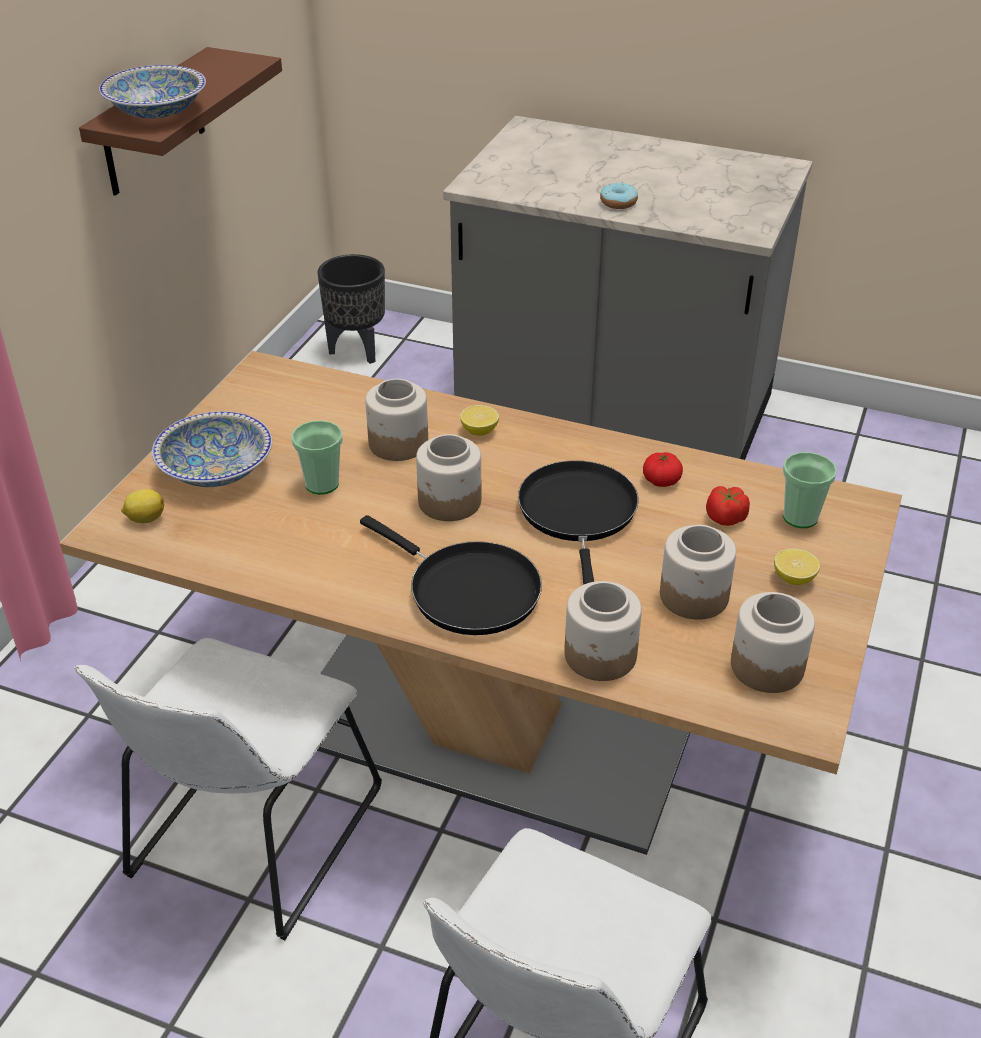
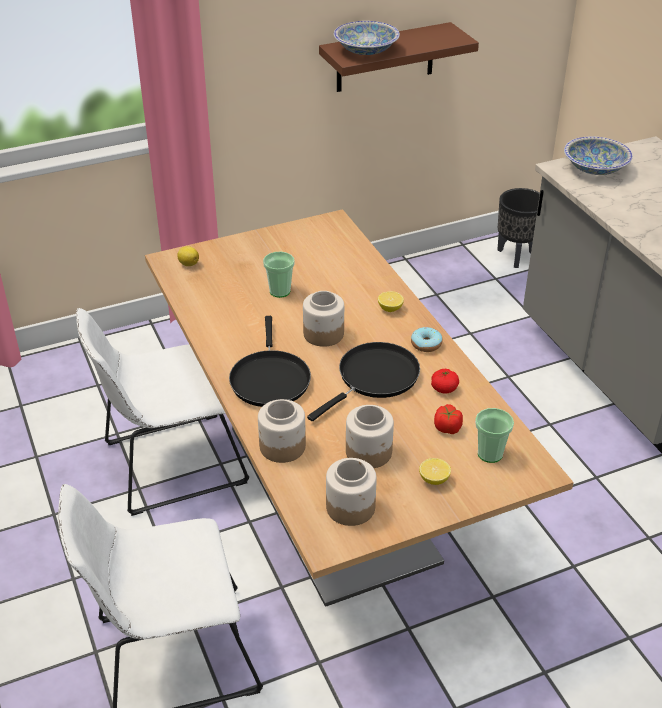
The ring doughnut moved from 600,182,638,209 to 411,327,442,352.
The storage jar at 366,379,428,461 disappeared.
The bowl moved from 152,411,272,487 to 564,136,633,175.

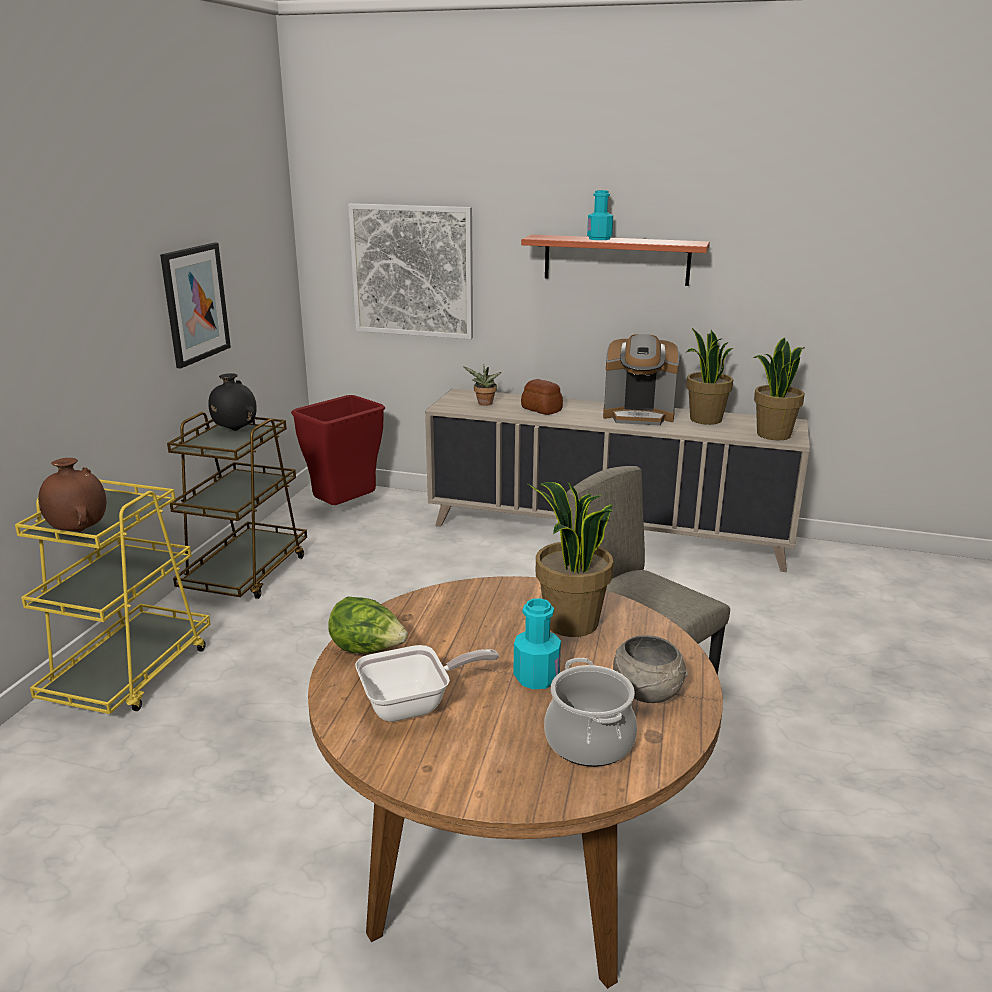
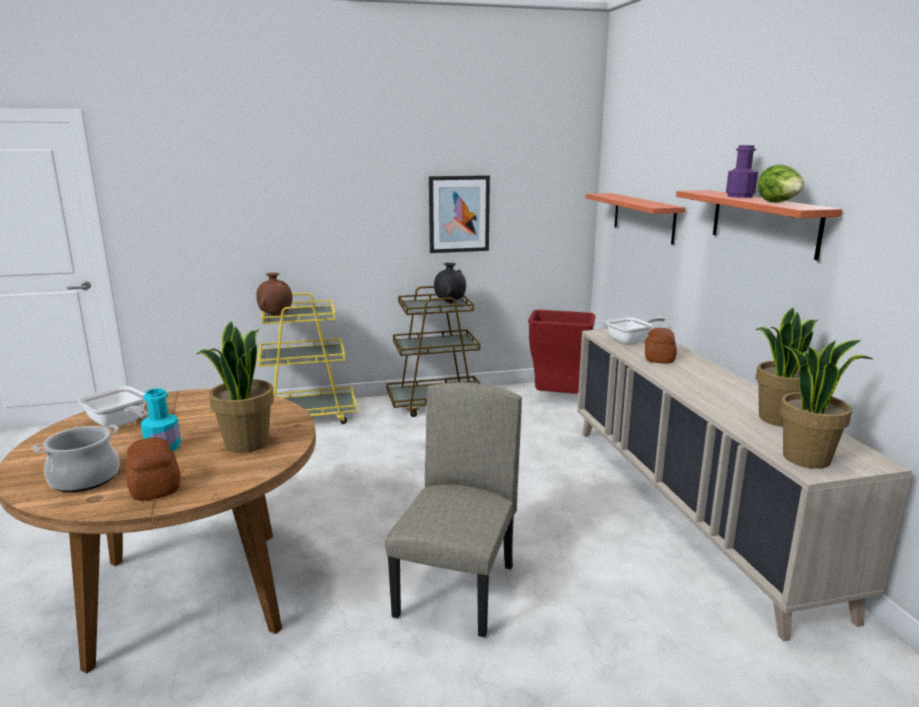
The drink bottle/turquoise at 587,190,613,240 became the drink bottle/purple at 726,145,758,198.
The wall art at 348,203,473,339 was replaced by the wall shelf at 586,193,685,245.
The coffee machine at 603,334,679,426 disappeared.
The plant in a pot at 463,364,501,406 was replaced by the skillet at 606,317,665,344.
The lettuce moved from 328,597,408,653 to 758,164,804,203.
The bowl/greyish at 613,635,688,703 was replaced by the bread at 125,437,180,501.

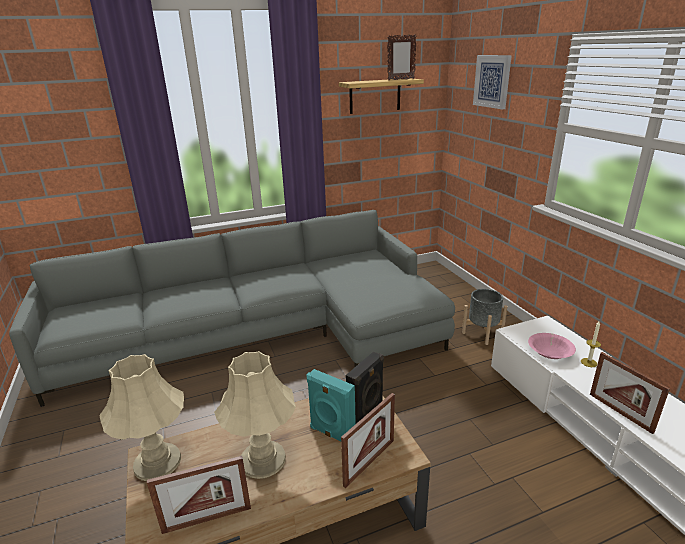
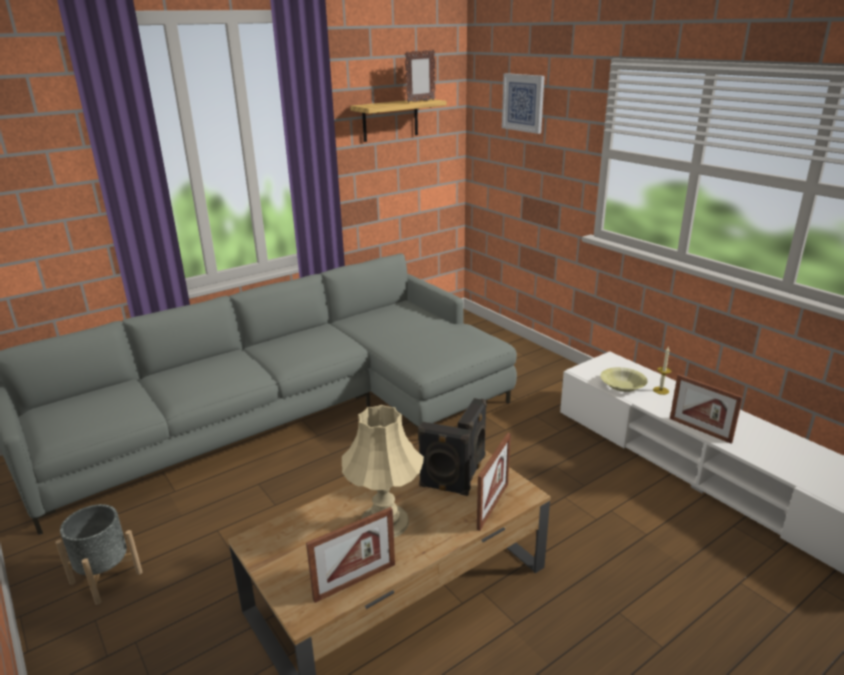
The plant pot/greyish moved from 462,289,508,345 to 55,504,142,605.
The bowl/pink-coloured at 528,333,576,359 became the bowl/yellow at 600,367,648,392.
The tabletop lamp/beige-coloured at 99,354,184,481 disappeared.
The audio speaker/turquoise at 306,369,356,441 became the audio speaker/black-coloured at 418,422,472,496.

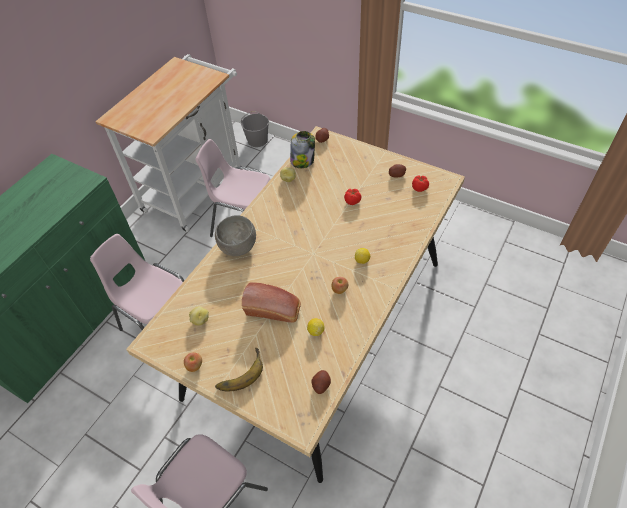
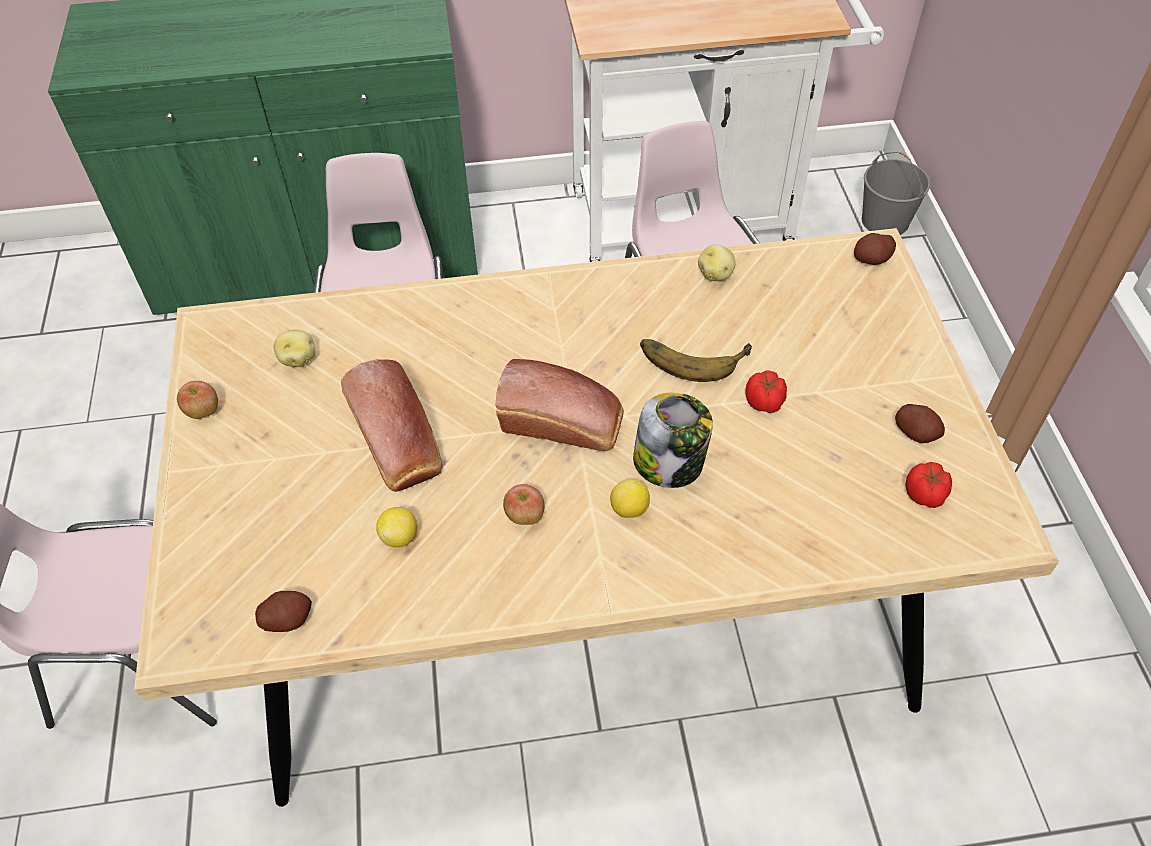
The storage jar moved from 290,131,315,168 to 633,392,713,488.
The bowl/greyish at 215,215,256,256 disappeared.
The whole banana moved from 215,348,263,392 to 640,339,752,382.
The bread at 495,359,624,451 appeared.

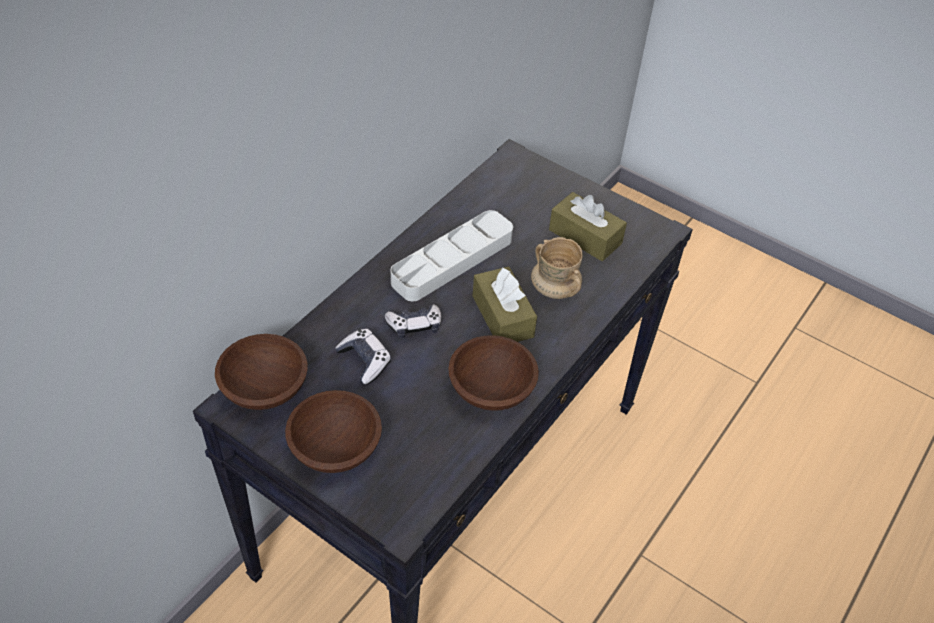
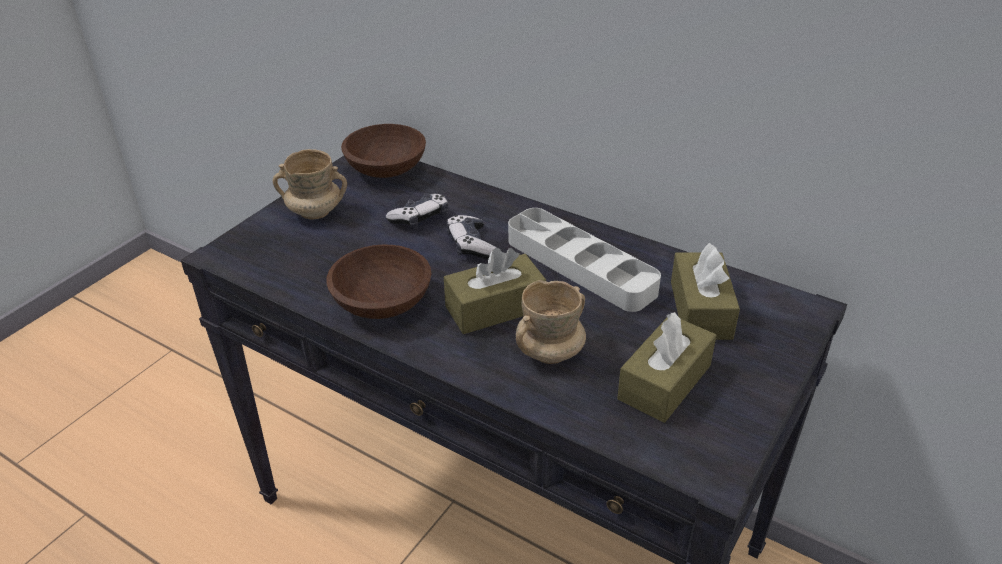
The bowl/brownish at 285,390,382,473 was replaced by the mug/beige-coloured at 273,149,347,219.
The box of tissues/brownish at 671,243,740,340 appeared.

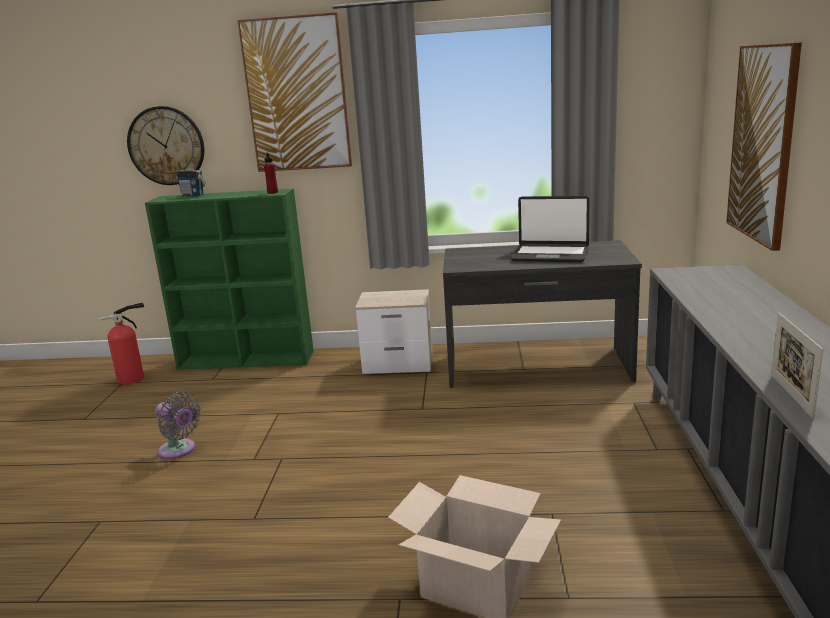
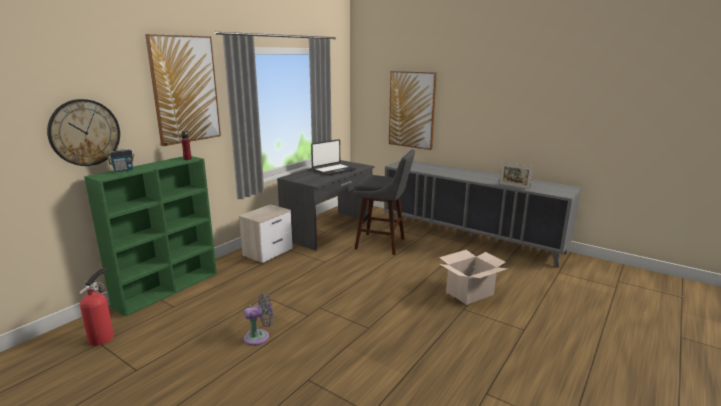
The stool seat/greyish at 353,149,415,255 appeared.

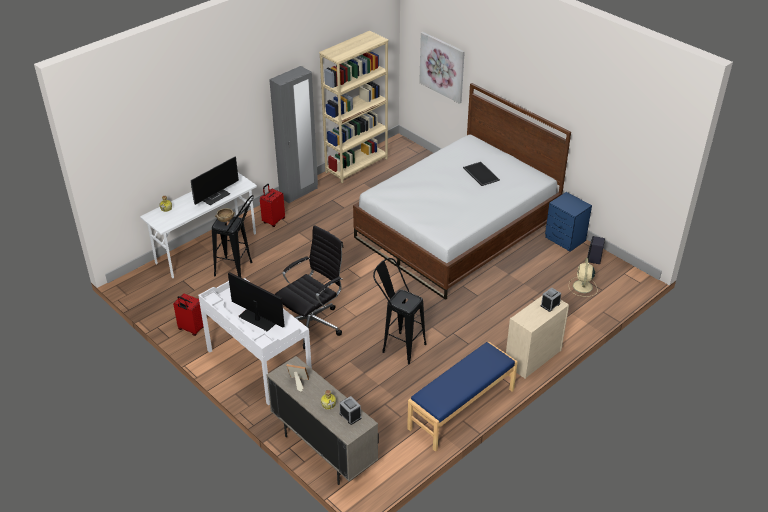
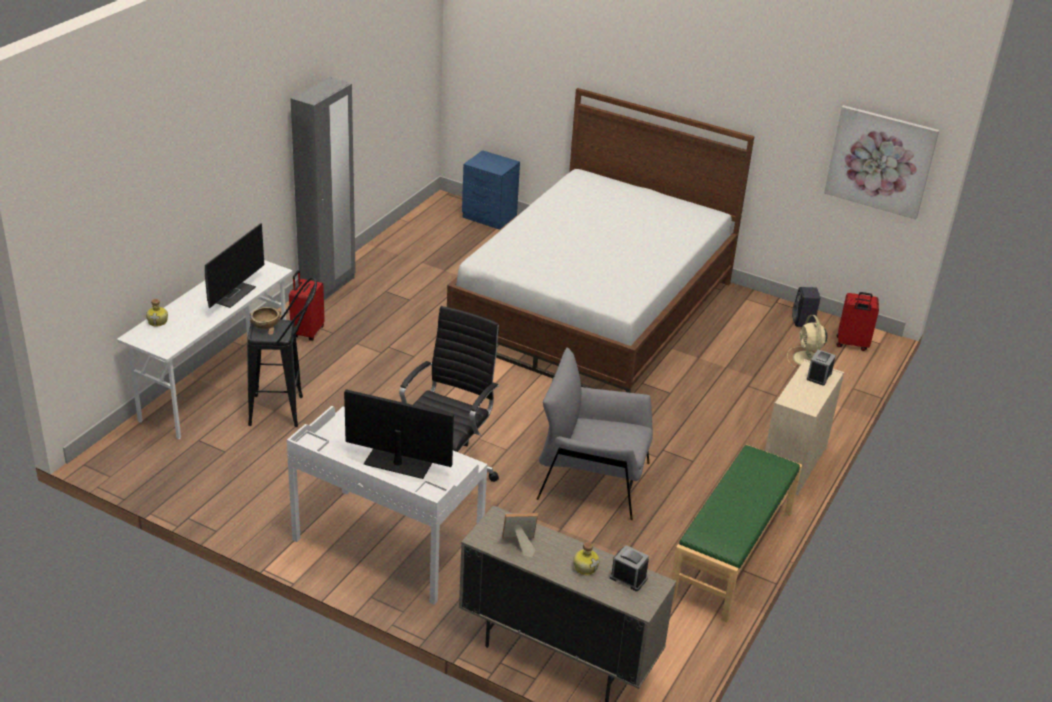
The bookcase/beige-coloured at 319,31,388,183 disappeared.
The wall art moved from 419,32,465,104 to 824,105,939,219.
The tray at 463,162,500,186 disappeared.
The night table/blue-coloured moved from 545,192,592,252 to 462,150,520,230.
The stool seat/black-coloured at 373,258,427,364 was replaced by the lounge chair/greyish at 537,348,653,520.
The piece of luggage/red-coloured moved from 173,294,204,336 to 837,292,879,351.
The long seat/blue-coloured at 407,342,518,452 became the long seat/green-coloured at 671,444,802,622.

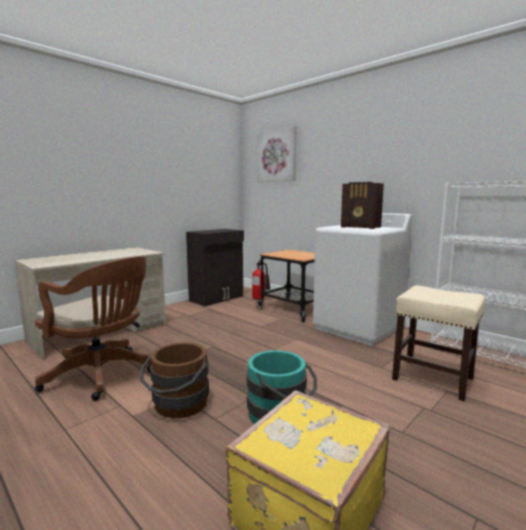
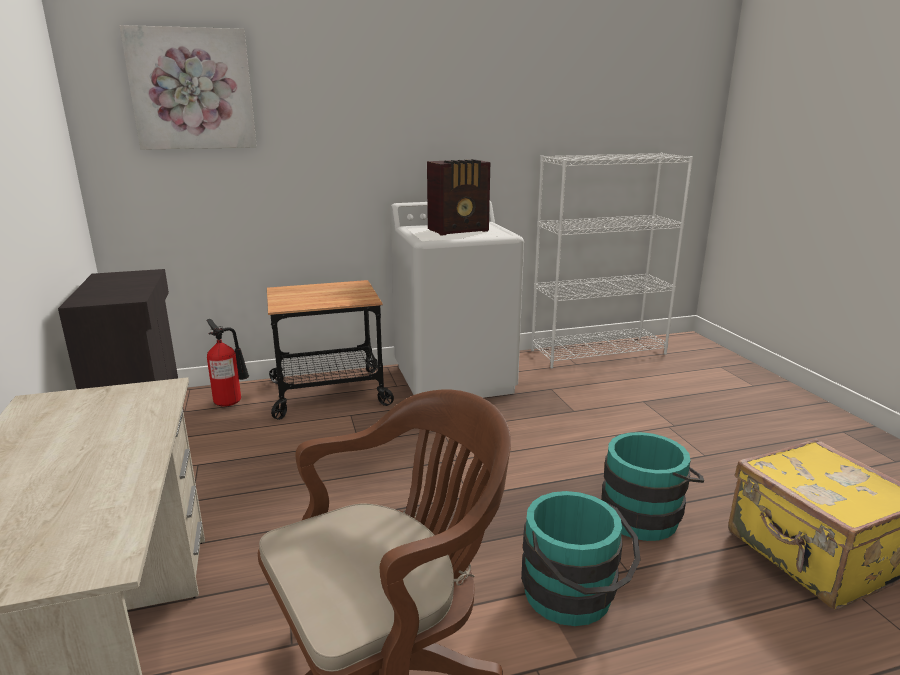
The stool seat/beige-coloured at 392,285,485,401 disappeared.
The water bucket/brownish at 140,343,209,418 became the water bucket/turquoise at 521,491,641,626.

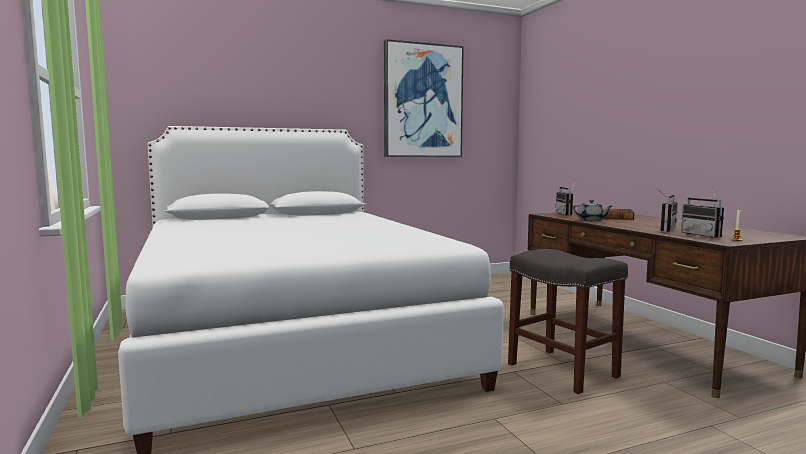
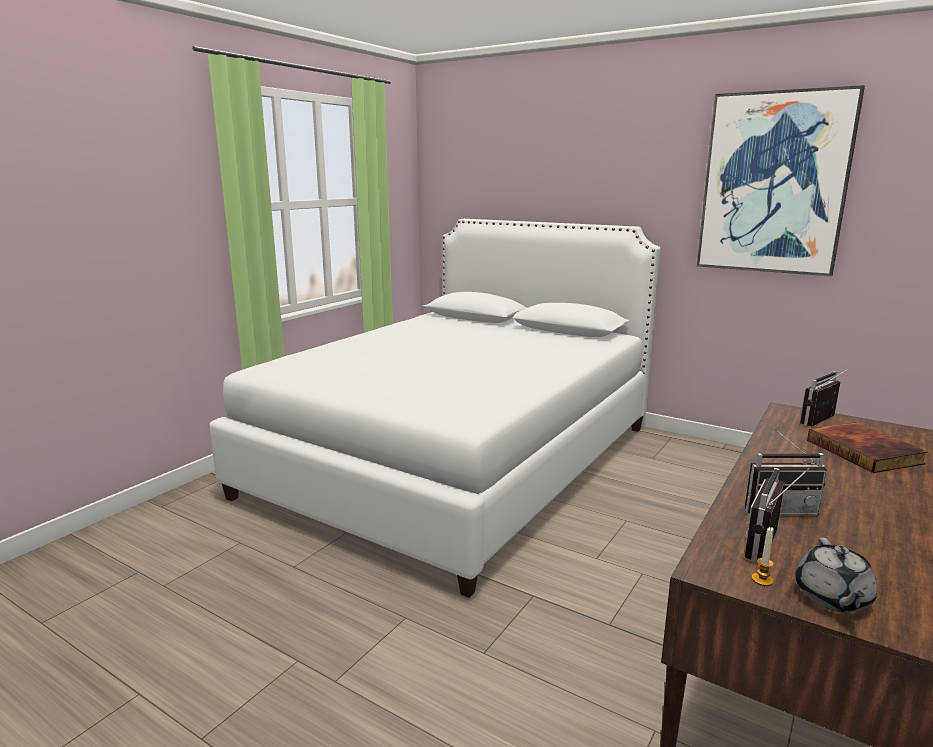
The pot for tea/greyish moved from 573,200,612,221 to 795,538,877,612.
The stool seat/greyish at 508,249,628,394 disappeared.

